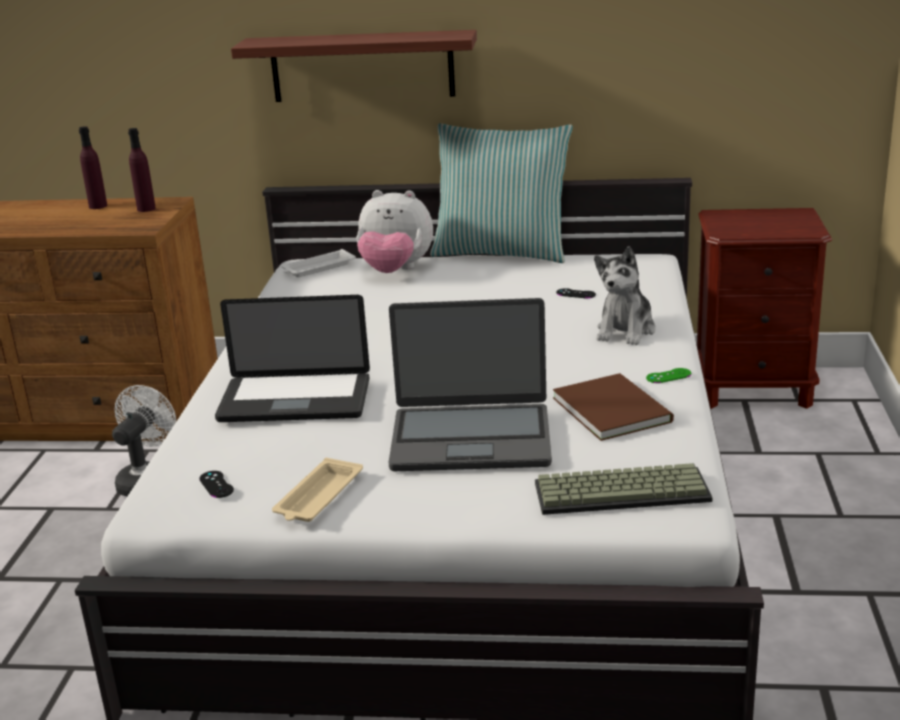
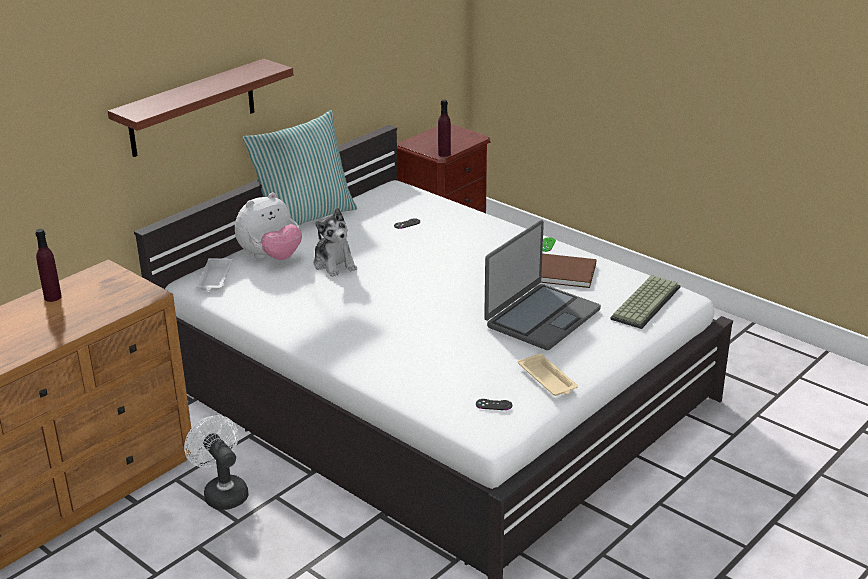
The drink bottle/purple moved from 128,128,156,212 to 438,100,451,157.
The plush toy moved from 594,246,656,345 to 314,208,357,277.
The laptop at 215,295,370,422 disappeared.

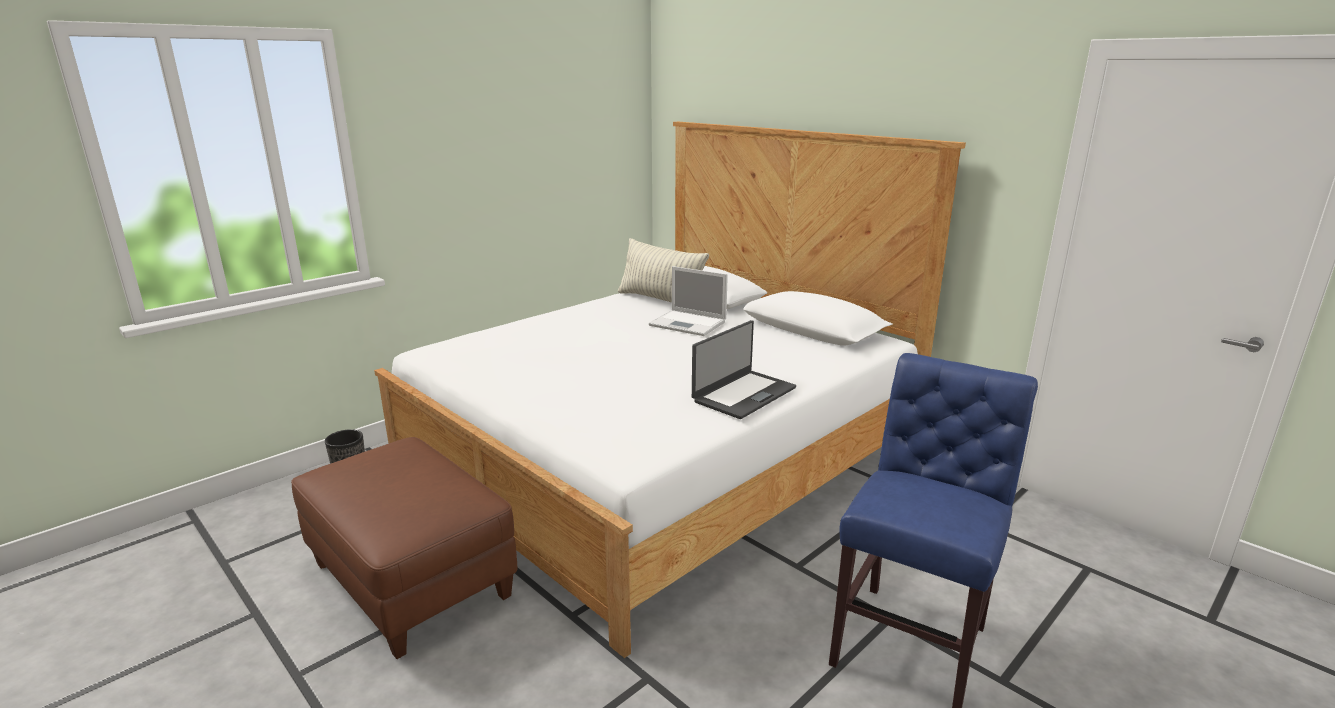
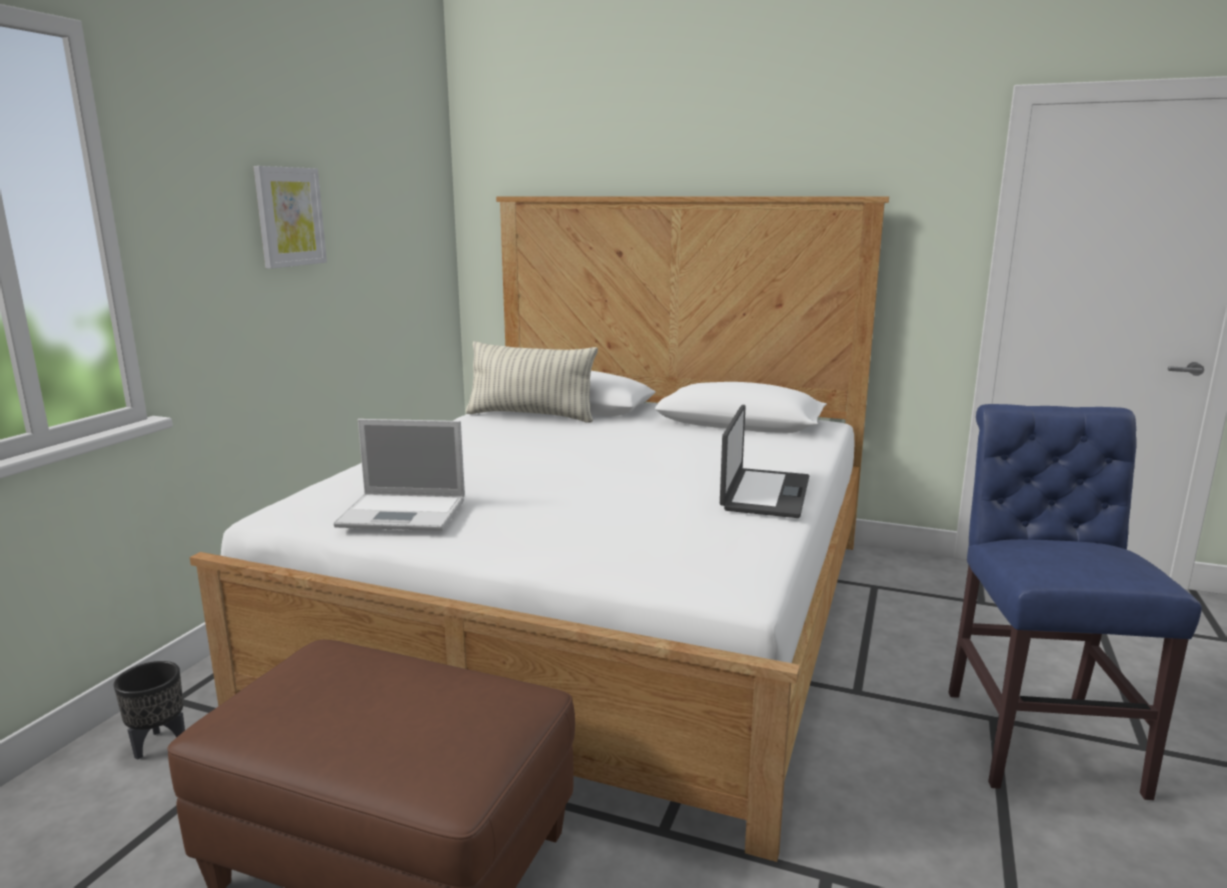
The laptop moved from 649,266,728,336 to 333,419,465,531.
The wall art at 253,166,327,269 appeared.

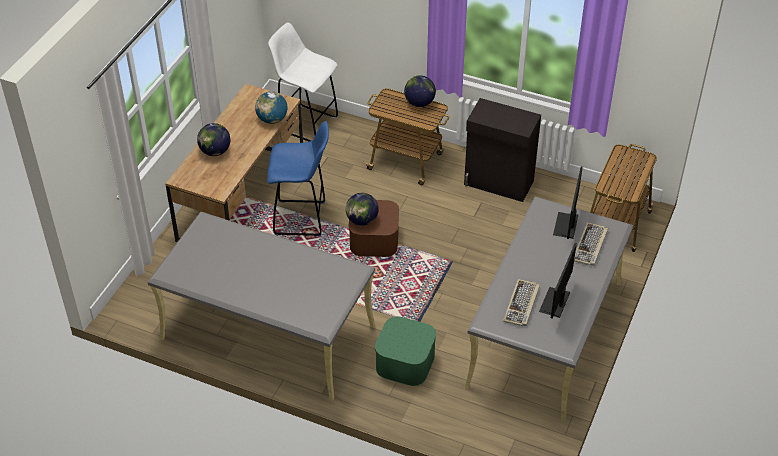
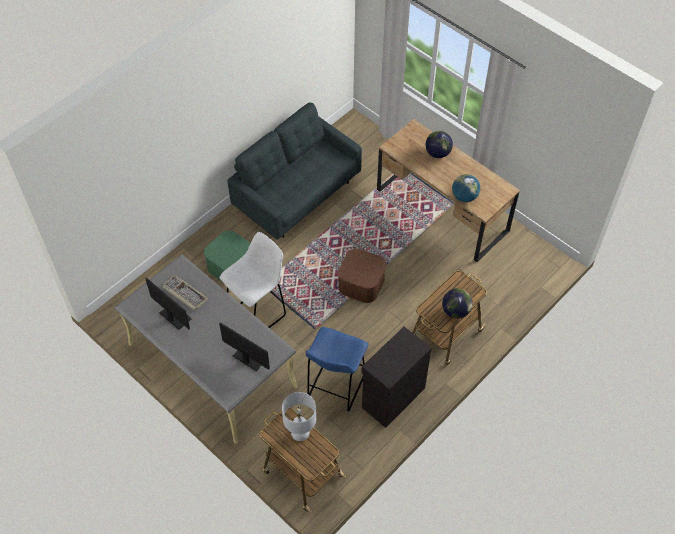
The stool seat/white-coloured moved from 268,23,338,142 to 220,232,286,328.
The stool seat/blue-coloured moved from 267,121,329,236 to 306,327,369,412.
The world globe at 346,193,379,226 disappeared.
The desk unit/greyish at 148,212,375,401 was replaced by the couch/greyish at 227,103,362,240.
The PC keyboard at 574,222,608,266 disappeared.
The tabletop lamp/white-coloured at 282,392,316,441 appeared.

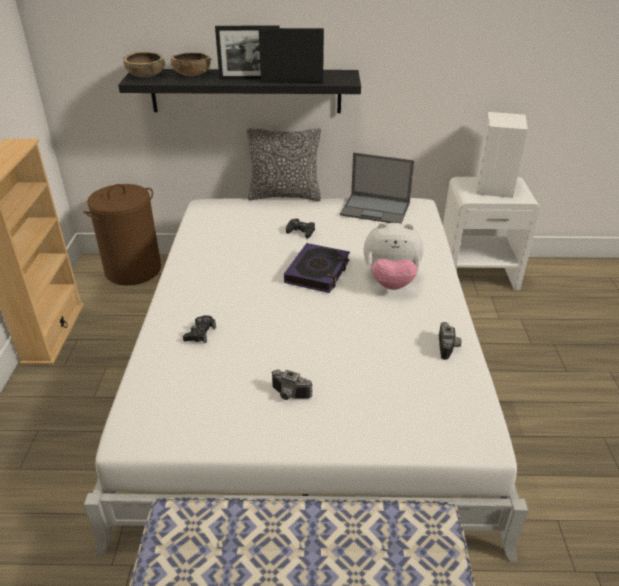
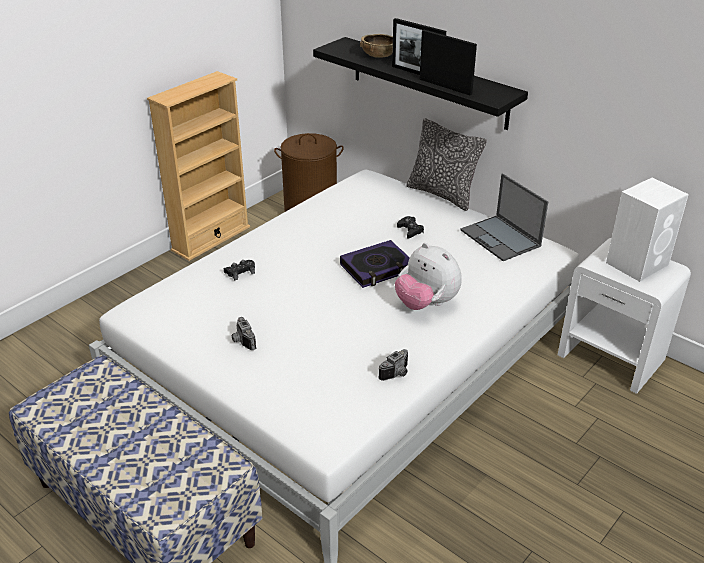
The bowl/brownish at 123,52,165,78 disappeared.

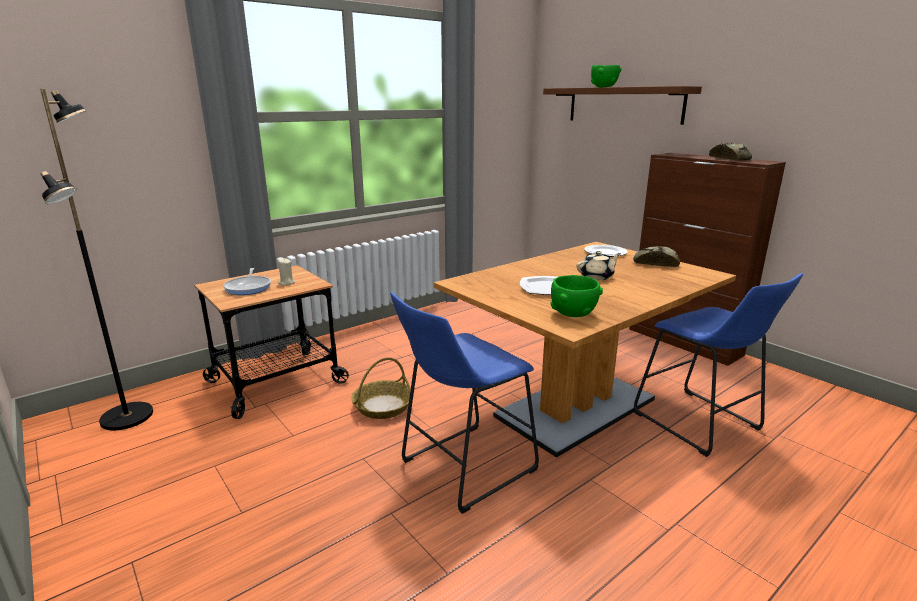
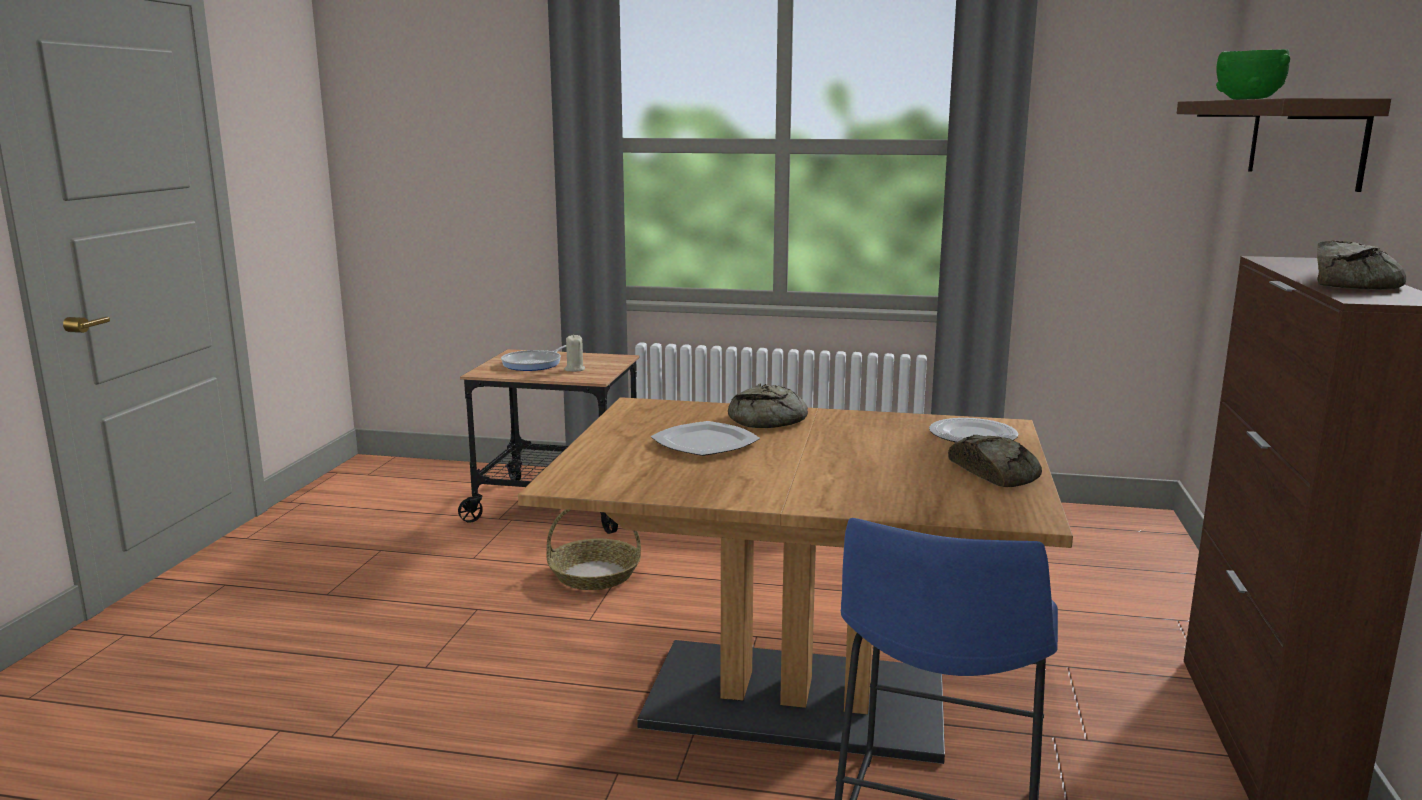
The floor lamp/black-coloured at 40,89,153,430 disappeared.
The pot for tea/beige-coloured at 577,251,621,280 disappeared.
The bowl/green-coloured at 550,275,603,317 disappeared.
The stool seat/blue-coloured at 390,292,539,514 disappeared.
The bread at 728,384,808,428 appeared.

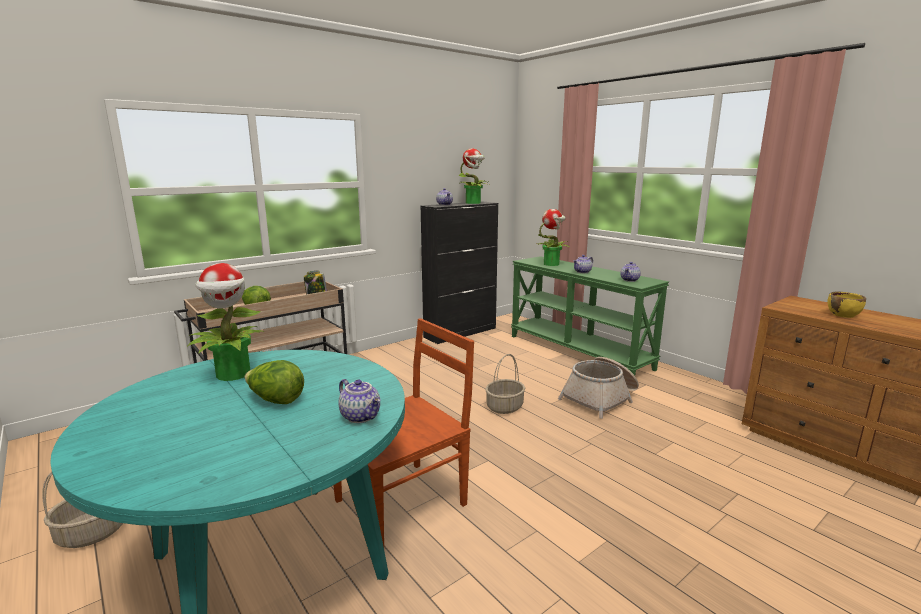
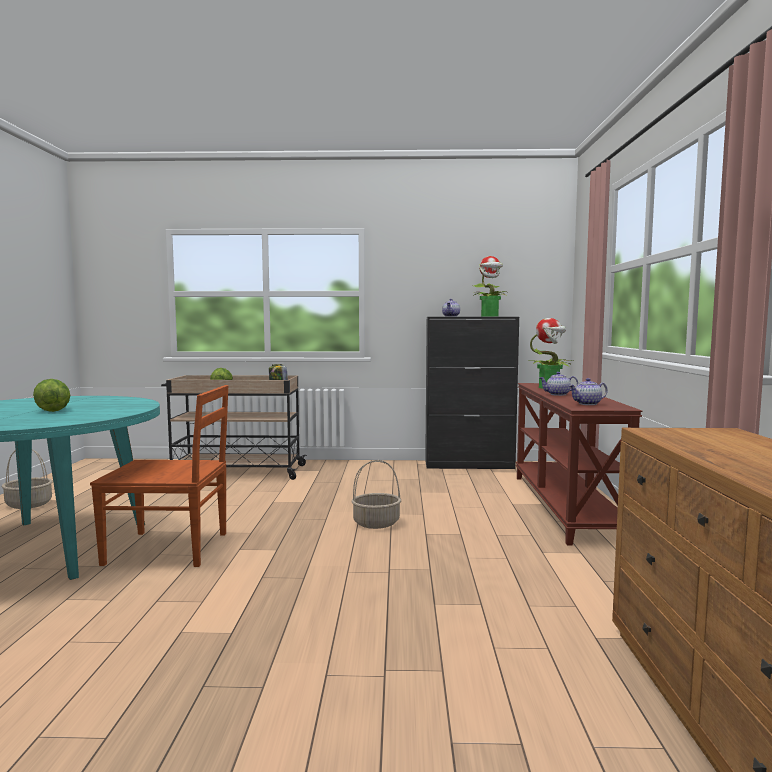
The console table/green-coloured at 511,256,669,376 became the console table/brownish at 516,383,642,546.
The plant in a pot at 187,263,264,381 disappeared.
The bowl/yellow at 827,292,866,318 disappeared.
The storage basket at 558,357,639,418 disappeared.
The pot for tea at 338,379,381,423 disappeared.

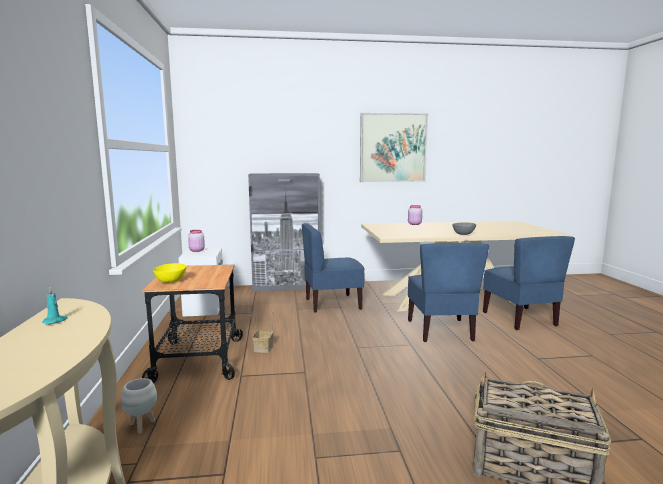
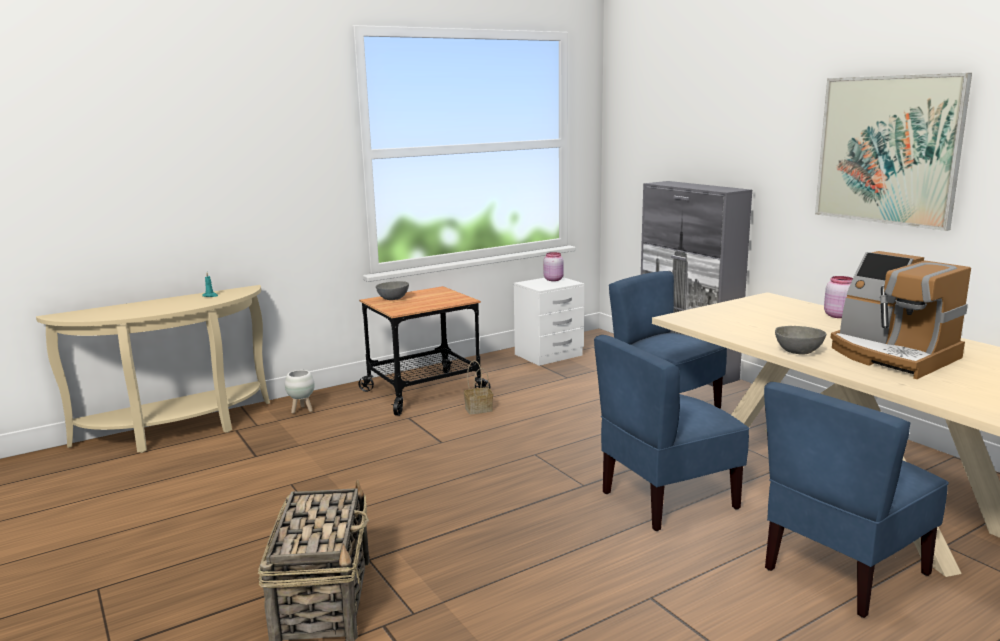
The bowl/yellow at 153,263,187,283 became the bowl/greyish at 376,281,409,300.
The coffee machine at 831,251,971,379 appeared.

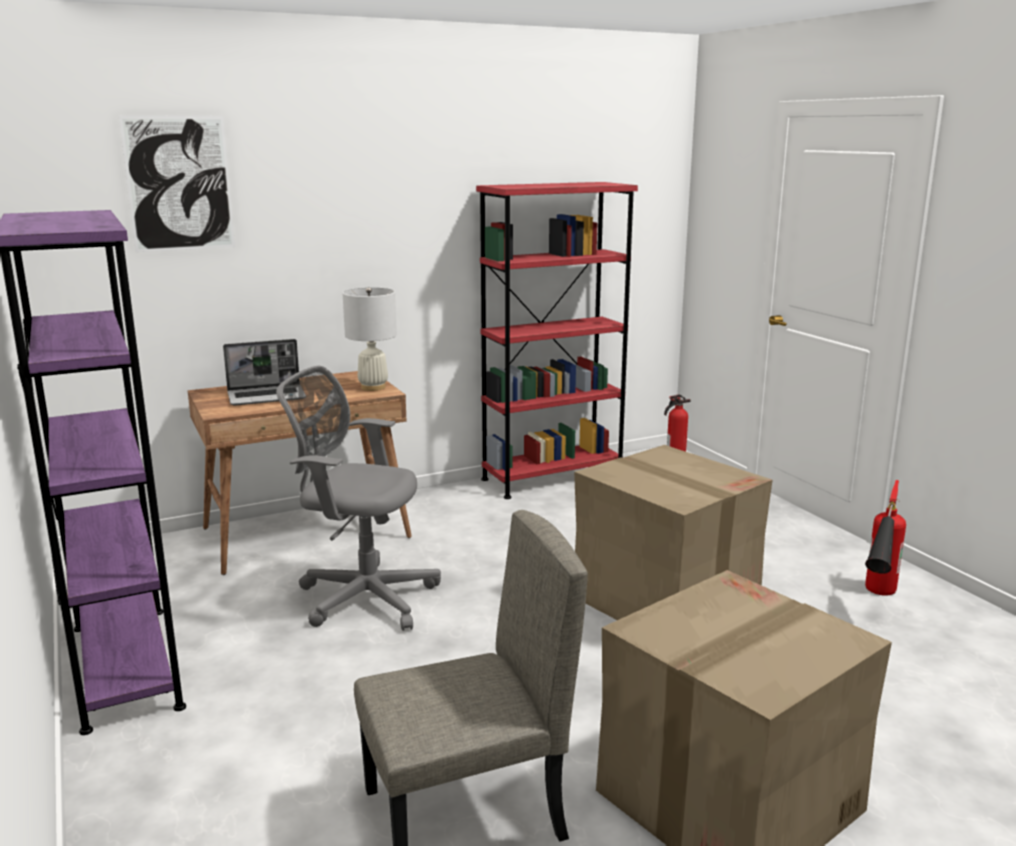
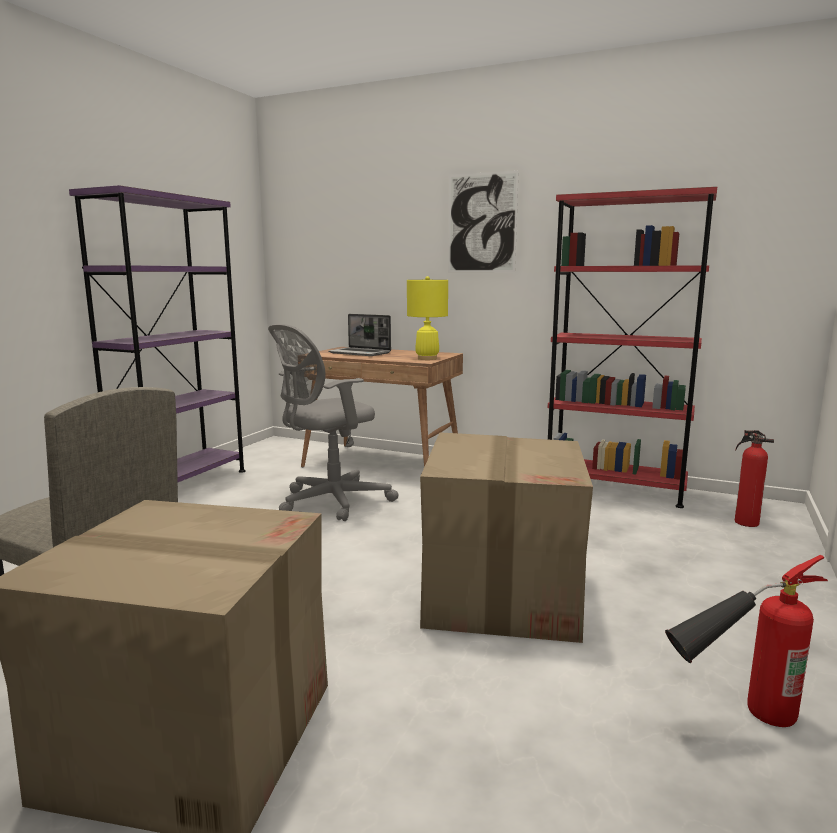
The wall art moved from 118,115,235,252 to 448,170,519,272.
The tabletop lamp/white-coloured at 343,287,397,391 became the tabletop lamp/yellow at 407,276,448,360.
The computer chair/greyish at 276,366,441,631 turned 105 degrees counterclockwise.

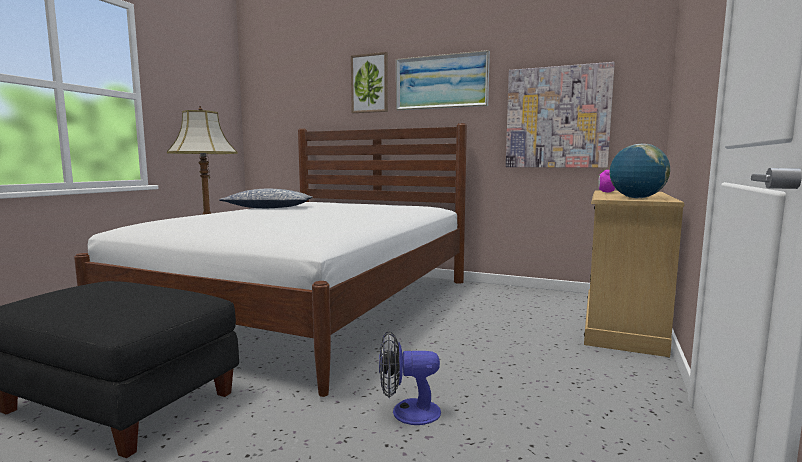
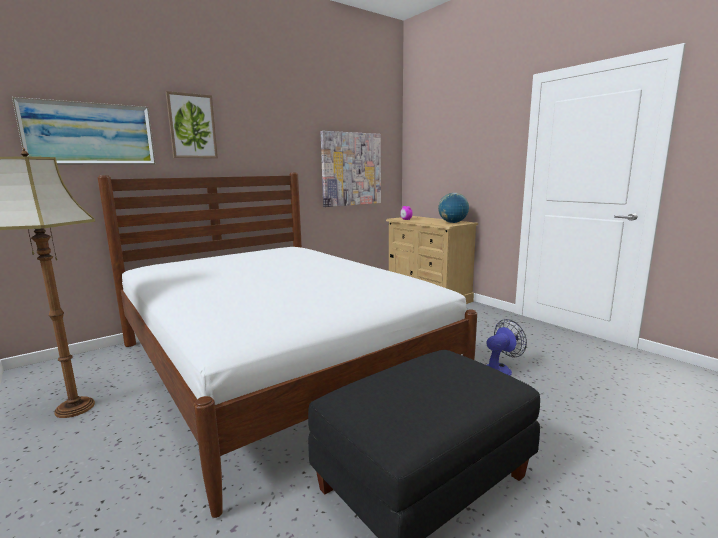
The wall art moved from 396,50,490,110 to 12,97,155,165.
The throw pillow at 219,189,312,208 disappeared.
The cooling fan at 379,331,441,425 turned 150 degrees counterclockwise.

